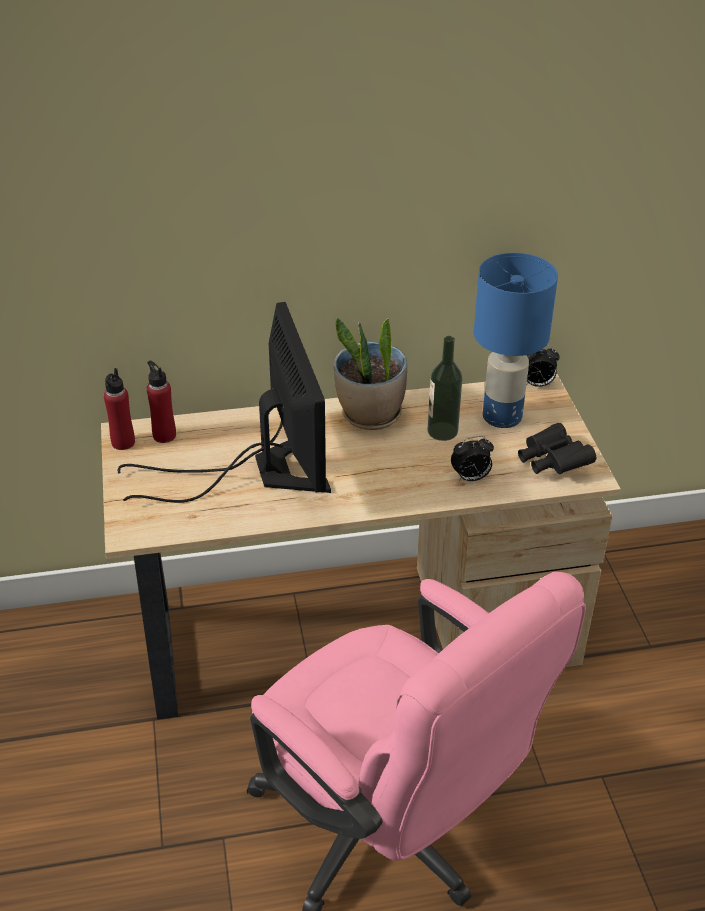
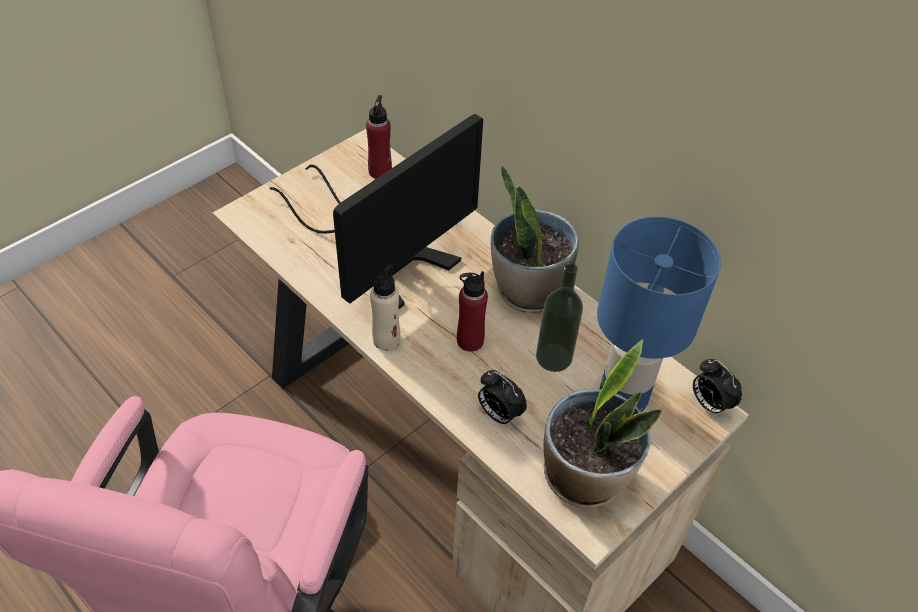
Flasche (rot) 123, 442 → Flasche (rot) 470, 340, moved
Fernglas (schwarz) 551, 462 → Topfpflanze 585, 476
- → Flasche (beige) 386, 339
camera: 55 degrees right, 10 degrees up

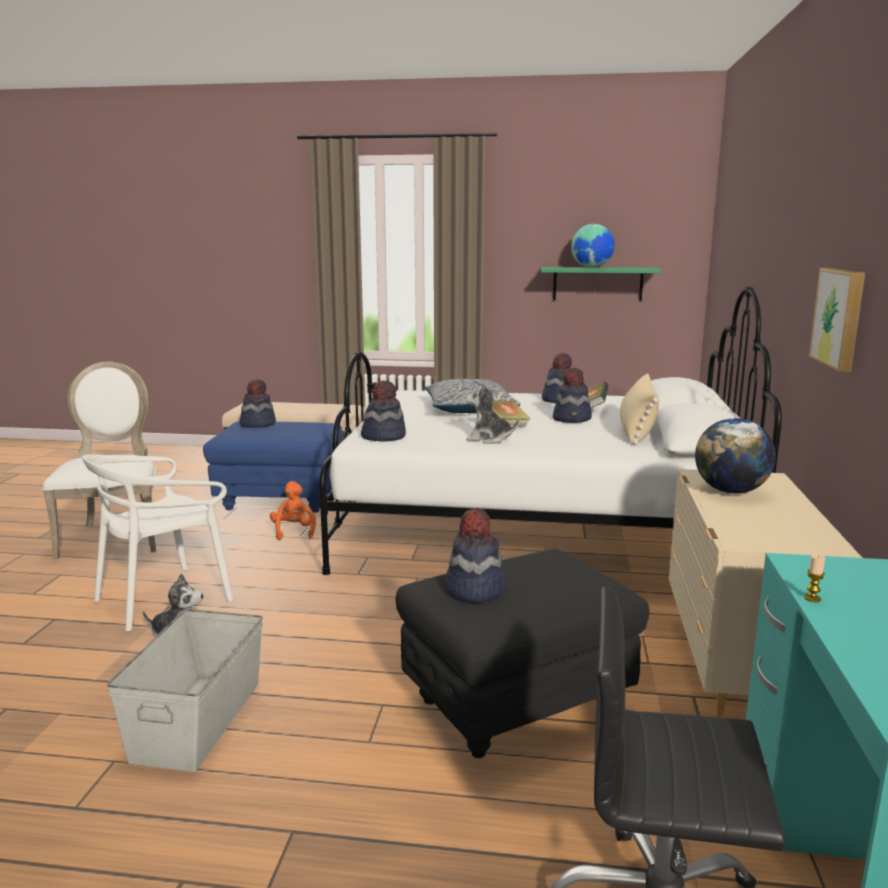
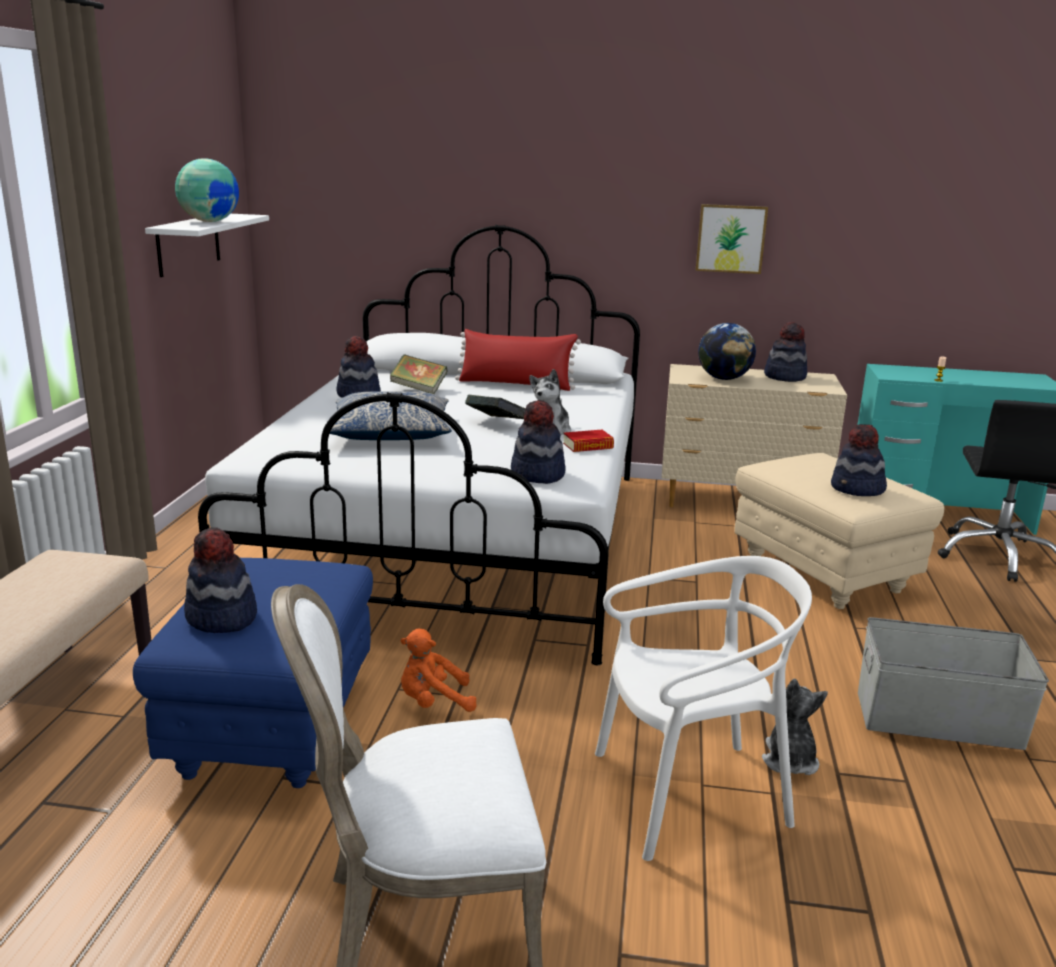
Wandregal (grün) 597, 283 → Wandregal (weiß) 188, 244
Hut 572, 419 → Hut 785, 377, moved
Kissen (beige) 637, 430 → Kissen (rot) 516, 384
Stuhl (weiß) 164, 598 → Stuhl (weiß) 689, 795, 60 degrees counterclockwise
Polsterhocker (schwarz) 517, 704 → Polsterhocker (beige) 821, 574
- → Buch 588, 446
camera: 90 degrees left, 5 degrees up

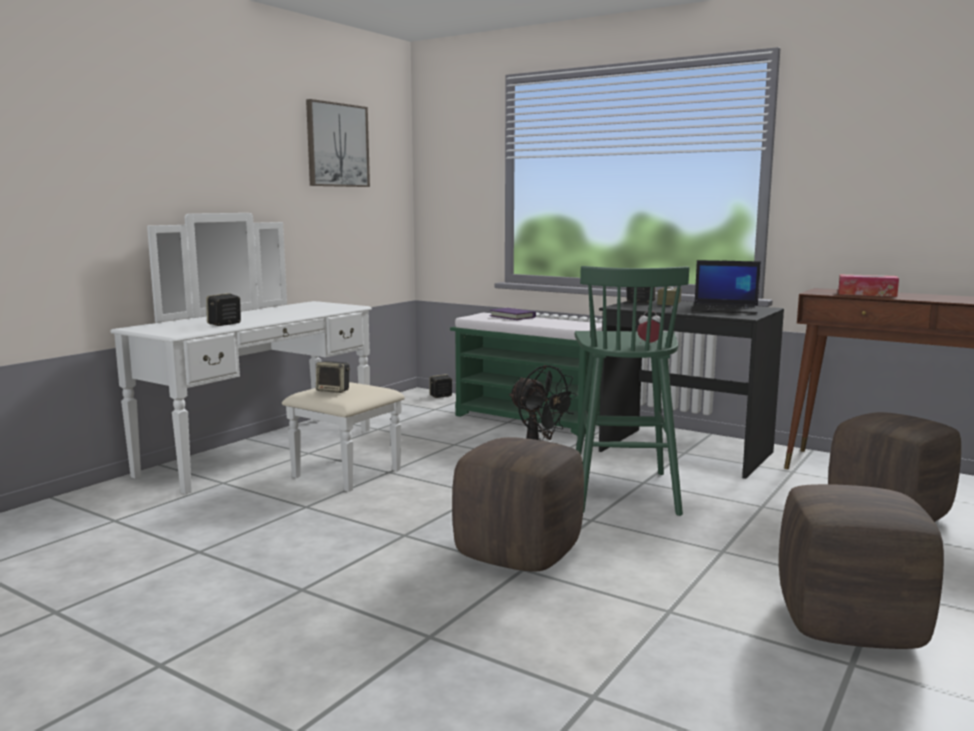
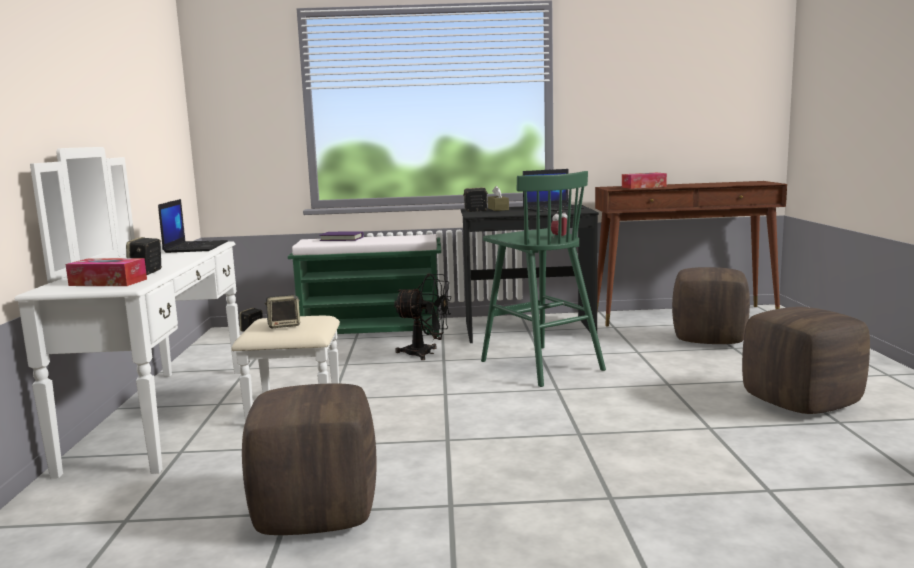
Bild 337, 145 → -
Polsterhocker (braun) 519, 554 → Polsterhocker (braun) 317, 513, moved
- → Laptop 195, 247
- → Taschentuchbox 108, 282
camera: 35 degrees left, 0 degrees up

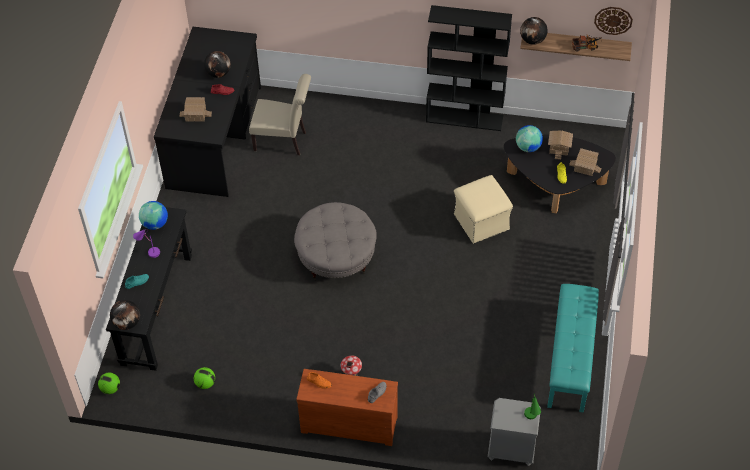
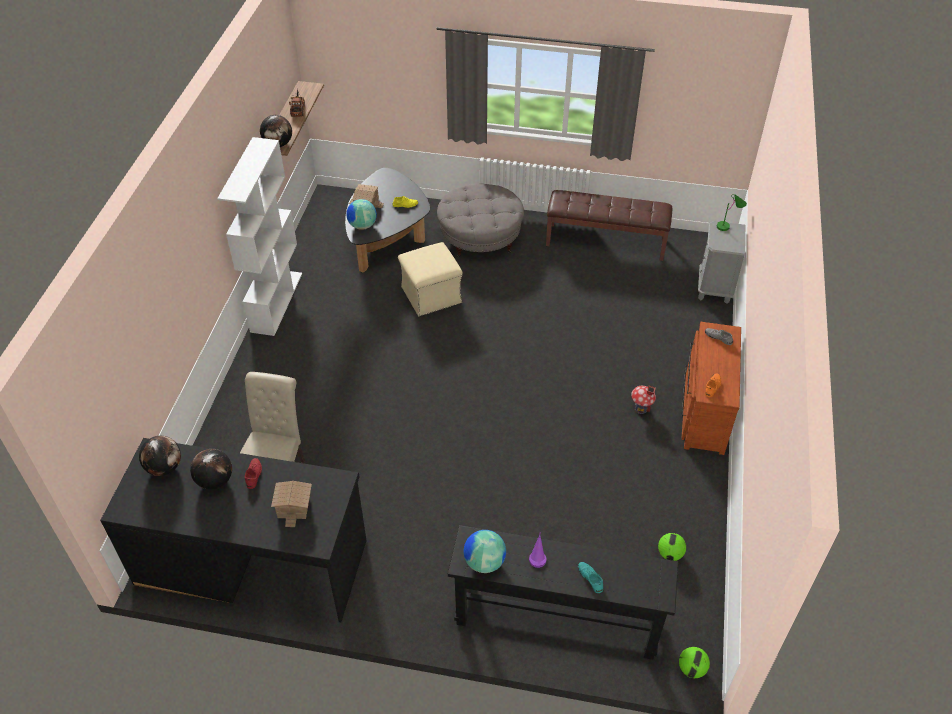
Bücherregal (schwarz) 465, 118 → Bücherregal (weiß) 276, 302
Wanduhr 613, 20 → -
Spielzeughaus 585, 166 → -
Polsterhocker (grau) 336, 256 → Polsterhocker (grau) 480, 237, moved
Bank (türkis) 571, 359 → Bank (braun) 606, 241
Globus 127, 323 → Globus 164, 467, moved
camera: 90 degrees left, 5 degrees down

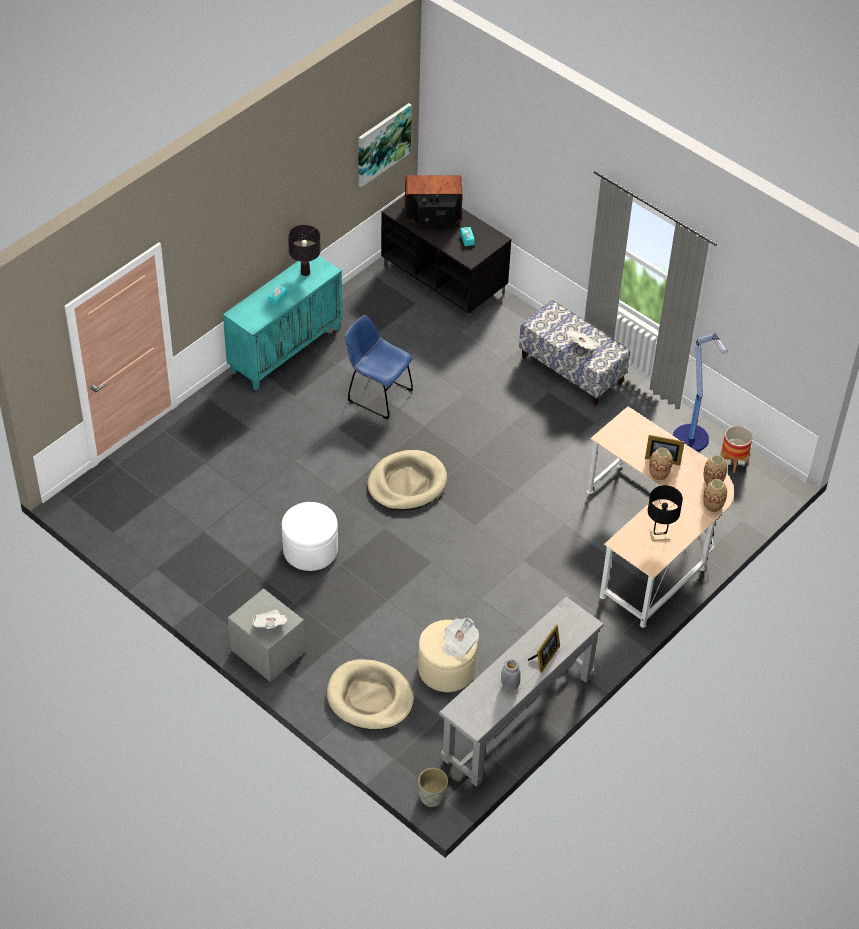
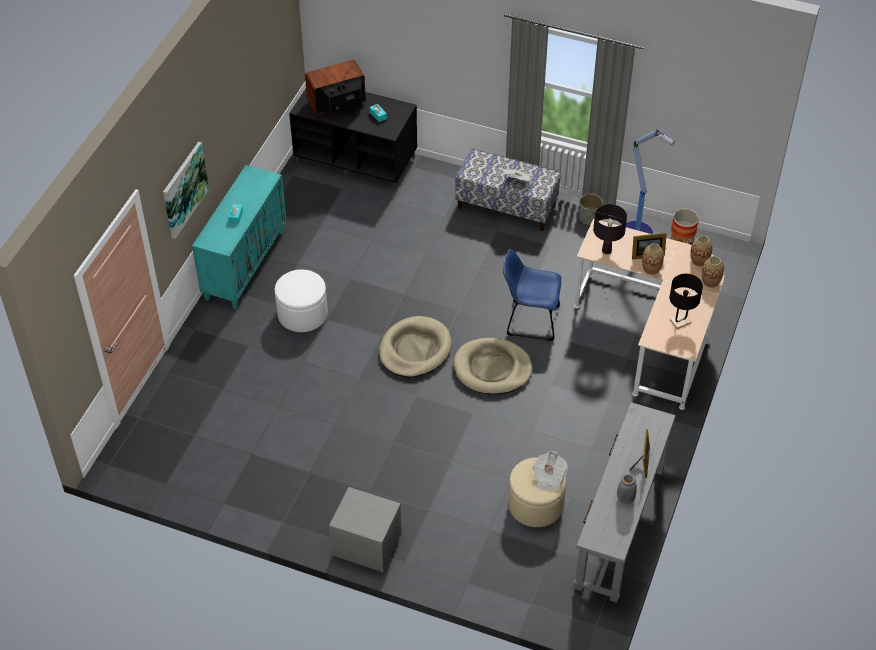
Bild 383, 144 → Bild 184, 189, moved
Tischlampe (schwarz) 305, 272 → Tischlampe (schwarz) 606, 251, moved
Stuhl (blau) 377, 394 → Stuhl (blau) 529, 320, moved
Polsterhocker (weiß) 310, 550 → Polsterhocker (weiß) 302, 314, moved
Zeitung 270, 625 → -
Hundebett (beige) 370, 698 → Hundebett (beige) 492, 369, moved
Pflanzkübel (grau) 432, 796 → Pflanzkübel (grau) 589, 218, moved
camera: 20 degrees left, 0 degrees up

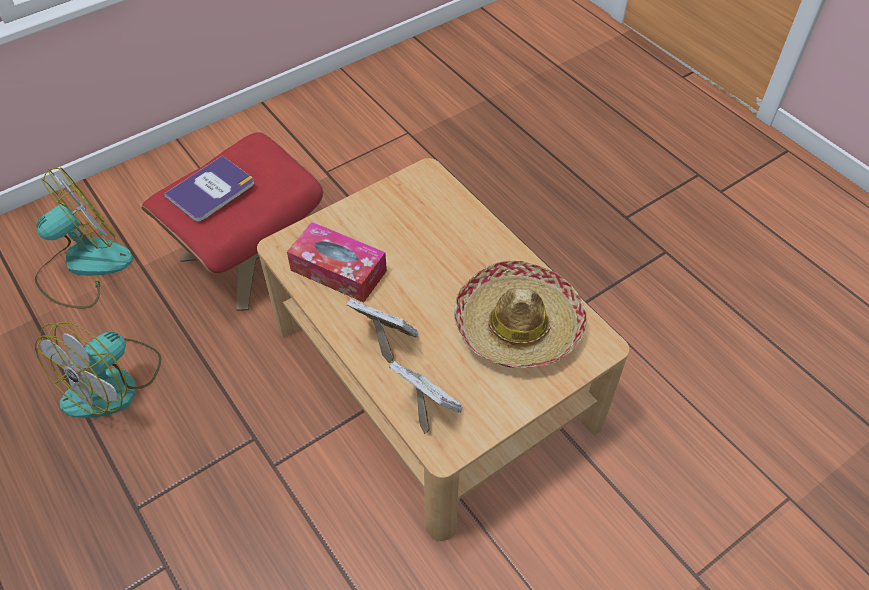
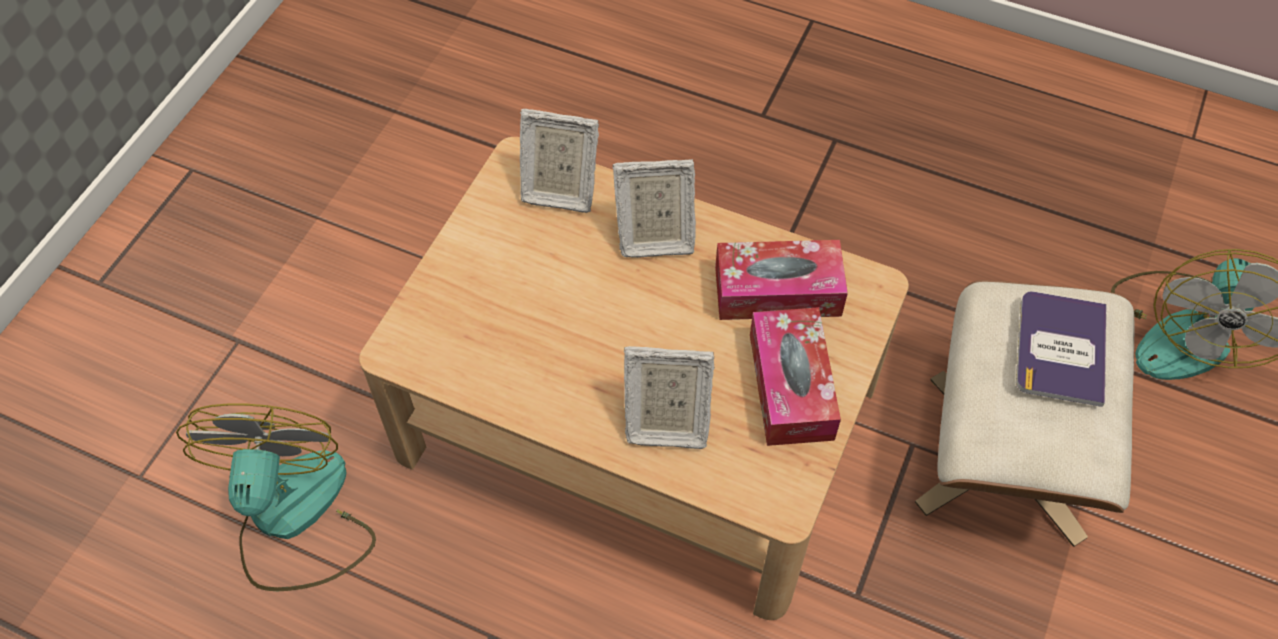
Polsterhocker (rot) 249, 255 → Polsterhocker (beige) 1006, 456
Hut 518, 325 → -
Ventilator 113, 383 → Ventilator 294, 518, moved
- → Taschentuchbox 791, 386
- → Bilderrahmen 665, 422
camera: 150 degrees right, 5 degrees up

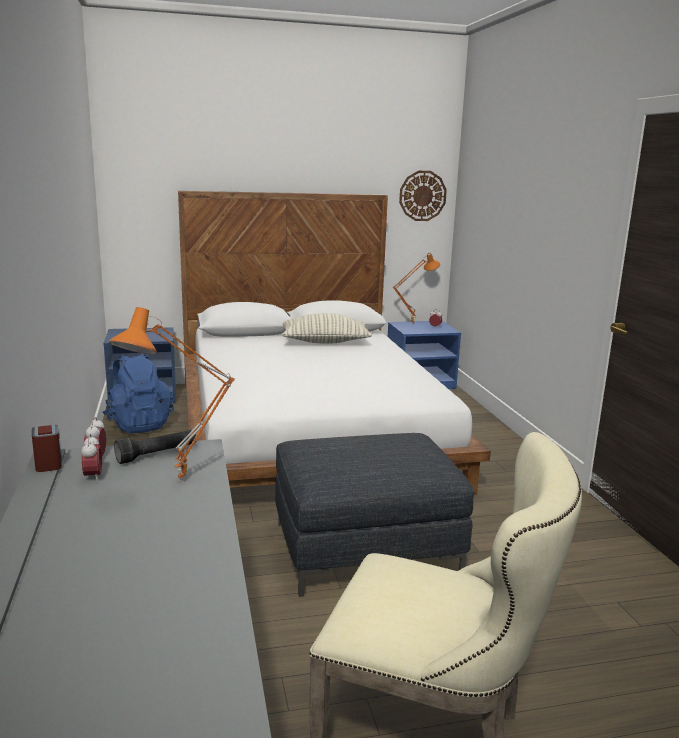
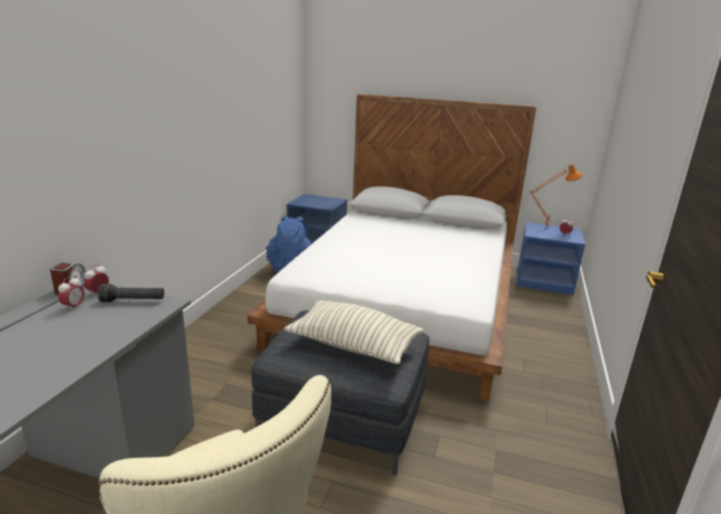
Wanduhr 422, 196 → -
Tischlampe (orange) 183, 483 → -
Kissen 325, 342 → Kissen 353, 345, moved
camera: 30 degrees right, 5 degrees up

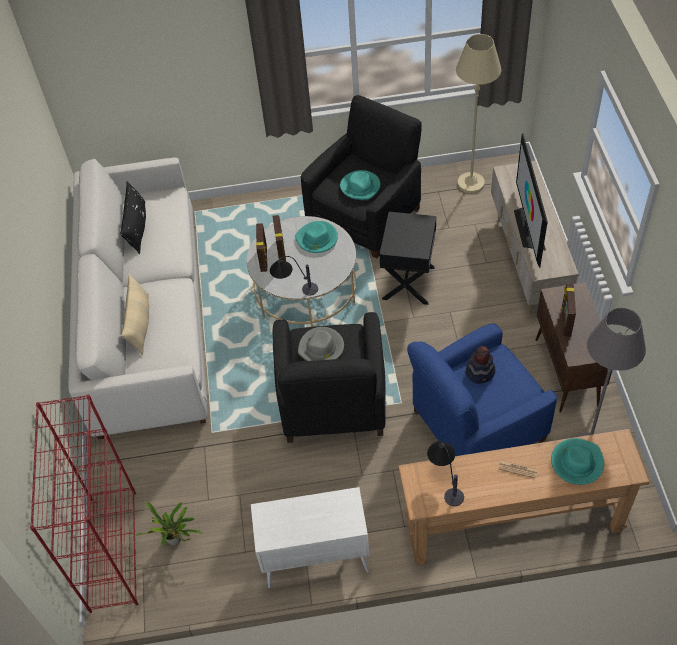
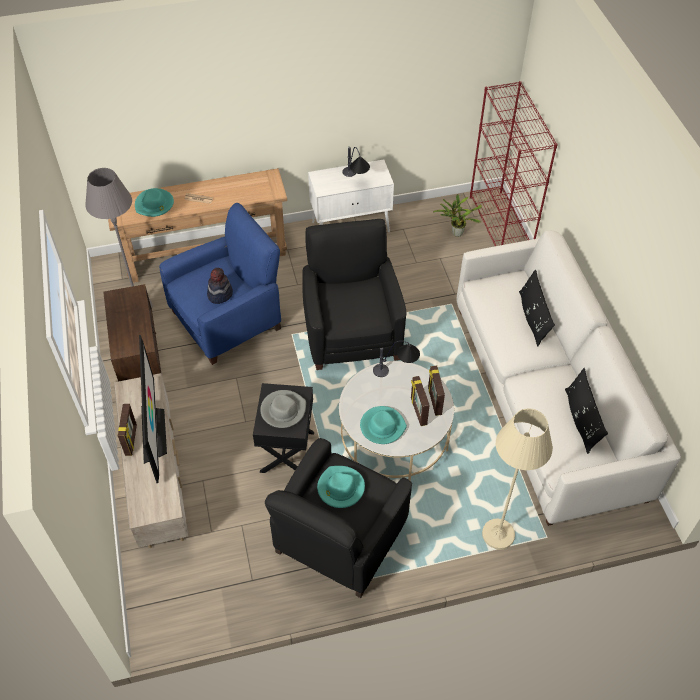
Stehlampe (beige) 470, 183 → Stehlampe (beige) 498, 534, moved
Kissen (beige) 140, 324 → Kissen (schwarz) 533, 318
Bilderrahmen 565, 322 → Bilderrahmen 131, 440, moved
Hut (grau) 321, 348 → Hut (grau) 283, 410, moved
Tischlampe 445, 480 → Tischlampe 355, 180, moved
camera: 170 degrees right, 0 degrees up

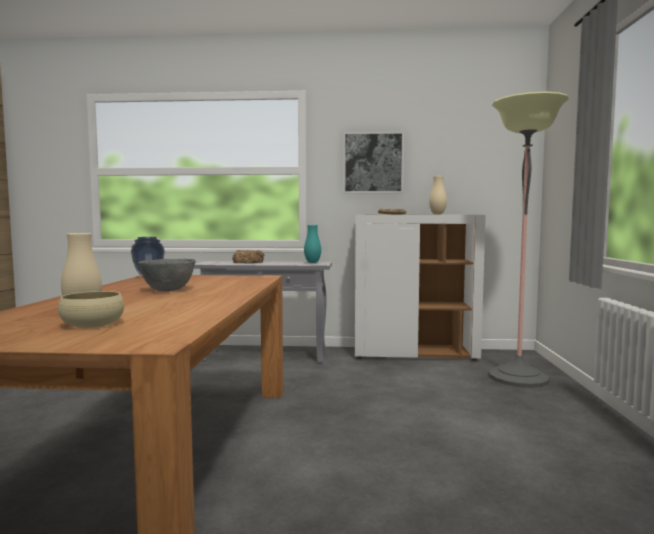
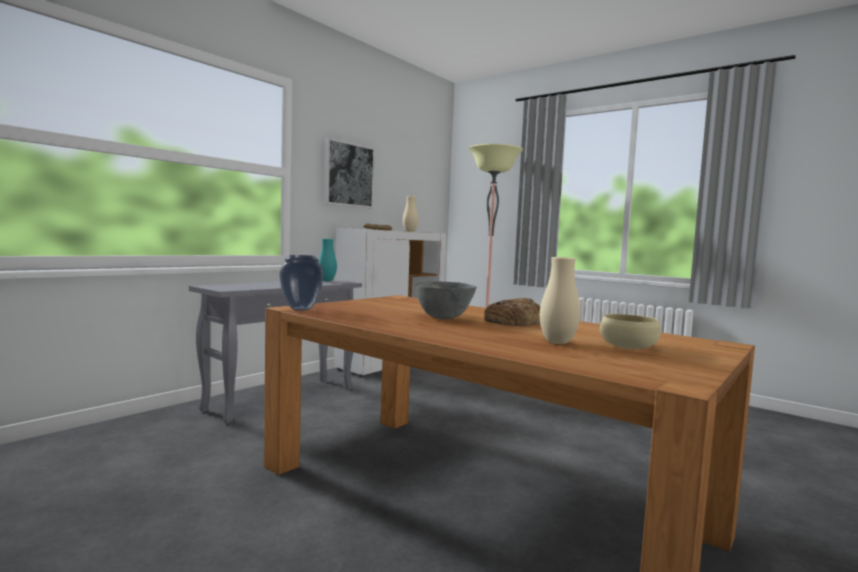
Brot 248, 262 → Brot 514, 321, moved
camera: 55 degrees left, 0 degrees up

